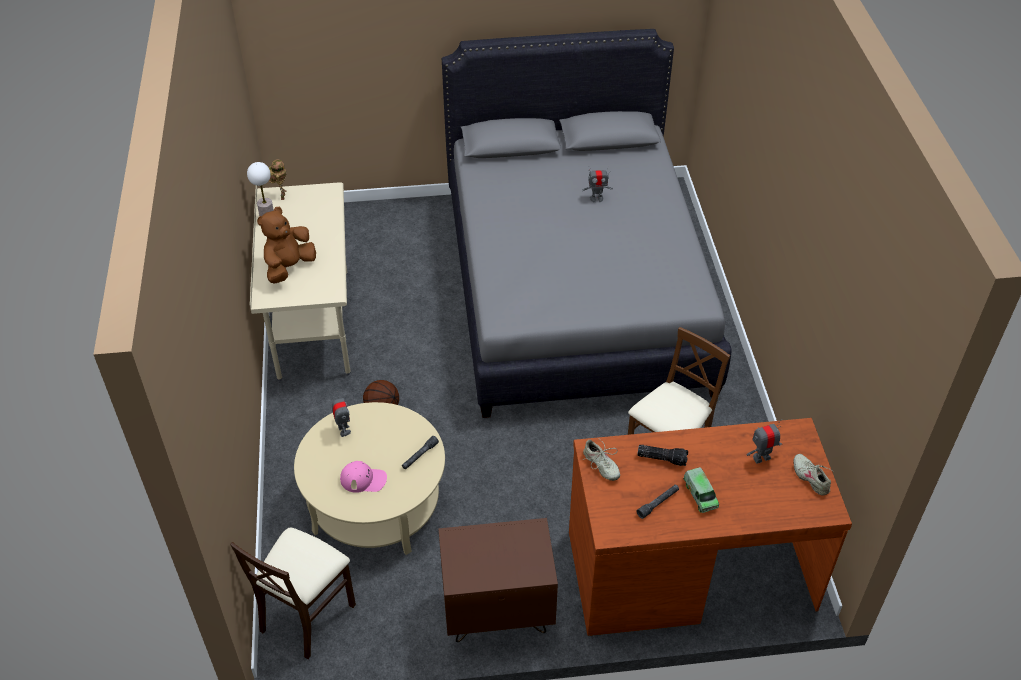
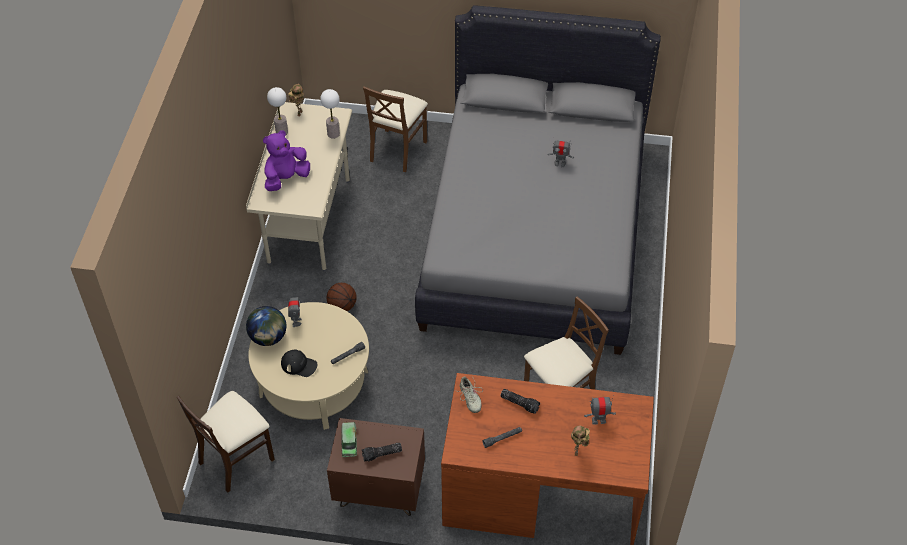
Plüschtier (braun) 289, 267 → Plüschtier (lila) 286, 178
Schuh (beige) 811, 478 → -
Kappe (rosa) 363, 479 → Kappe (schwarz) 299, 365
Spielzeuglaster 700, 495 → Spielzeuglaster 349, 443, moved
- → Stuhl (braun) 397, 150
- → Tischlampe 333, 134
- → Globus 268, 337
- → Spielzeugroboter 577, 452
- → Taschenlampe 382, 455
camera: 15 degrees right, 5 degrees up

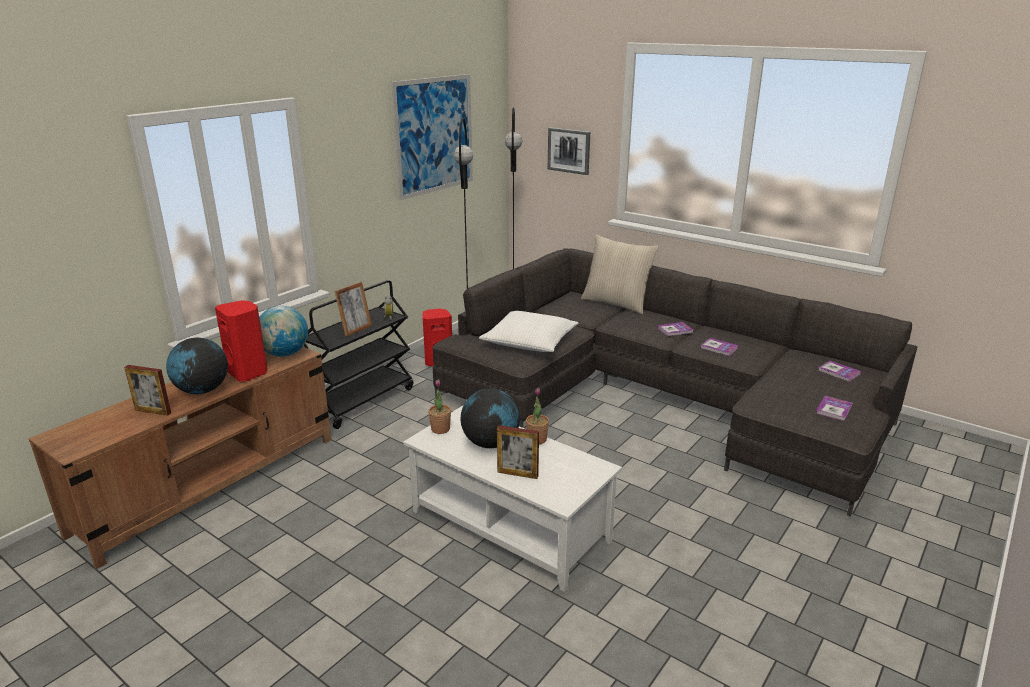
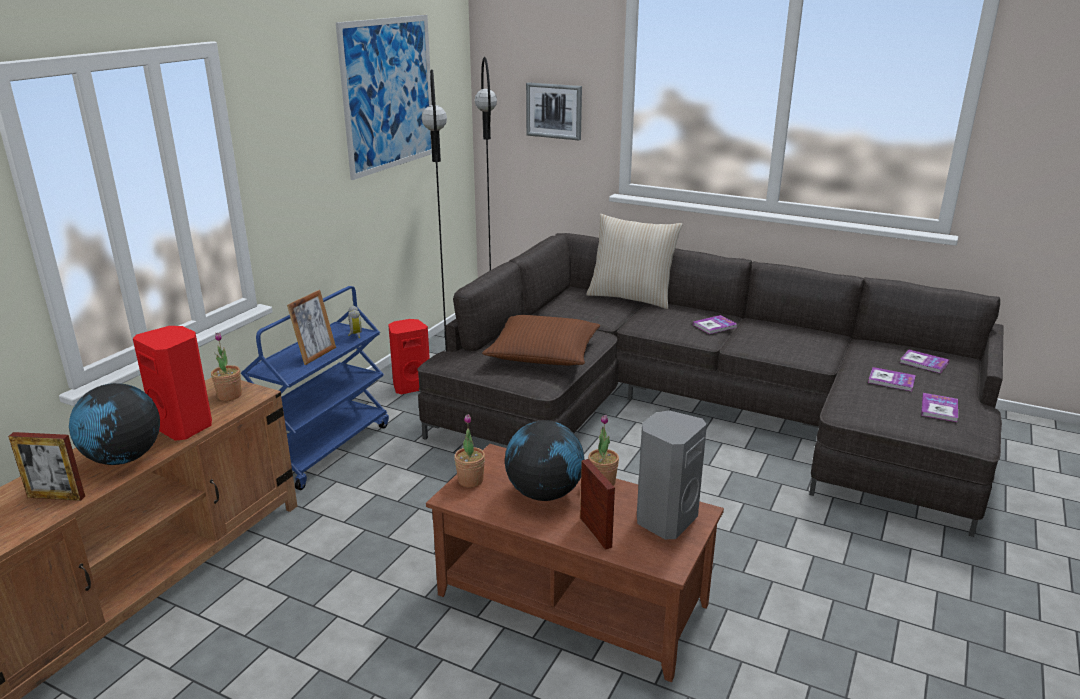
Rollwagen (schwarz) 362, 401 → Rollwagen (blau) 325, 448
Globus 285, 354 → Topfpflanze 229, 395
Kissen (weiß) 529, 341 → Kissen (braun) 543, 353
Buch 719, 348 → Buch 891, 380, moved
Couchtisch (weiß) 511, 525 → Couchtisch (braun) 573, 598
Bilderrahmen 517, 474 → Bilderrahmen 595, 532, 120 degrees counterclockwise
- → Lautsprecher (grau) 664, 520
camera: 10 degrees left, 0 degrees up

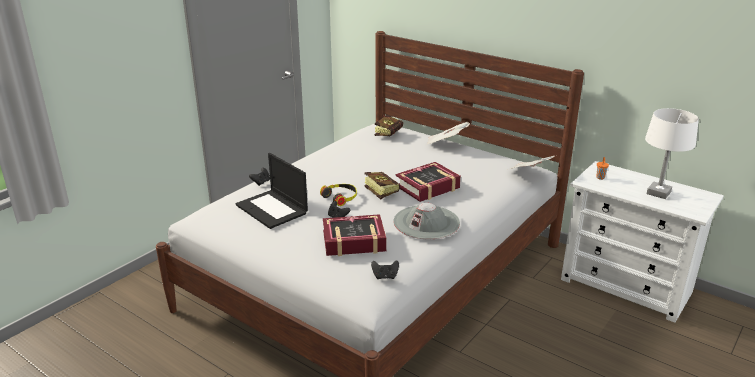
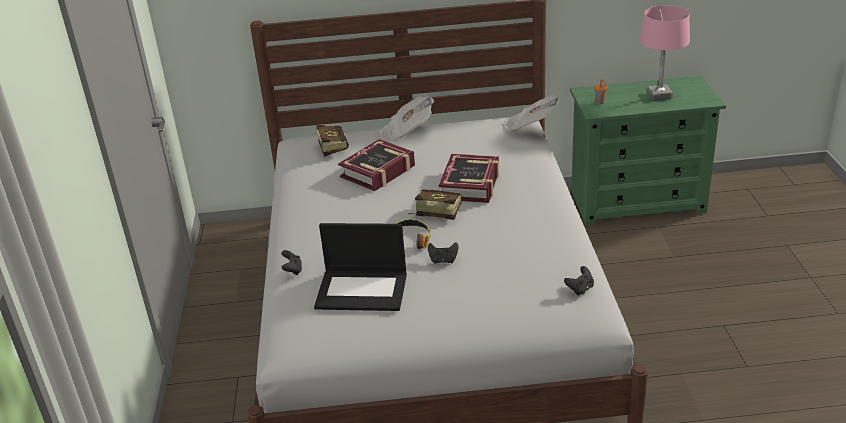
Tischlampe (weiß) 658, 193 → Tischlampe (rosa) 659, 95
Kommode (weiß) 626, 286 → Kommode (grün) 638, 202
Hut (grau) 426, 222 → -
Buch 354, 241 → Buch 378, 172, moved
camera: 40 degrees left, 5 degrees up

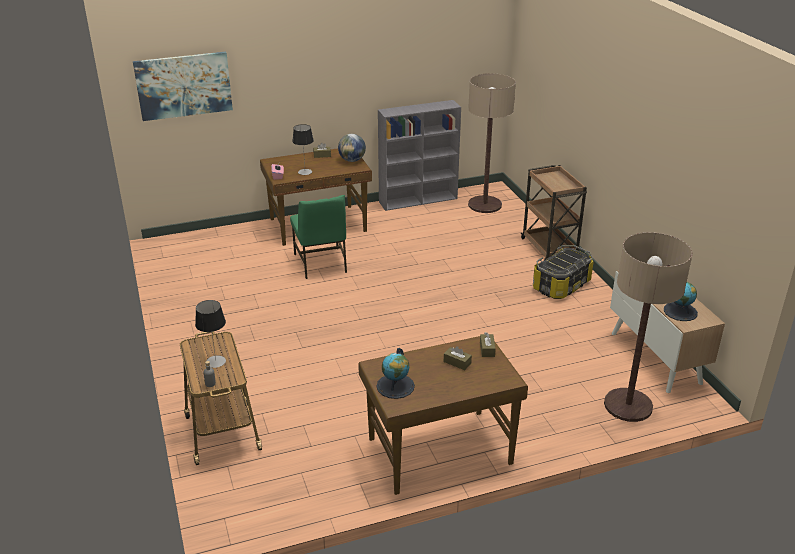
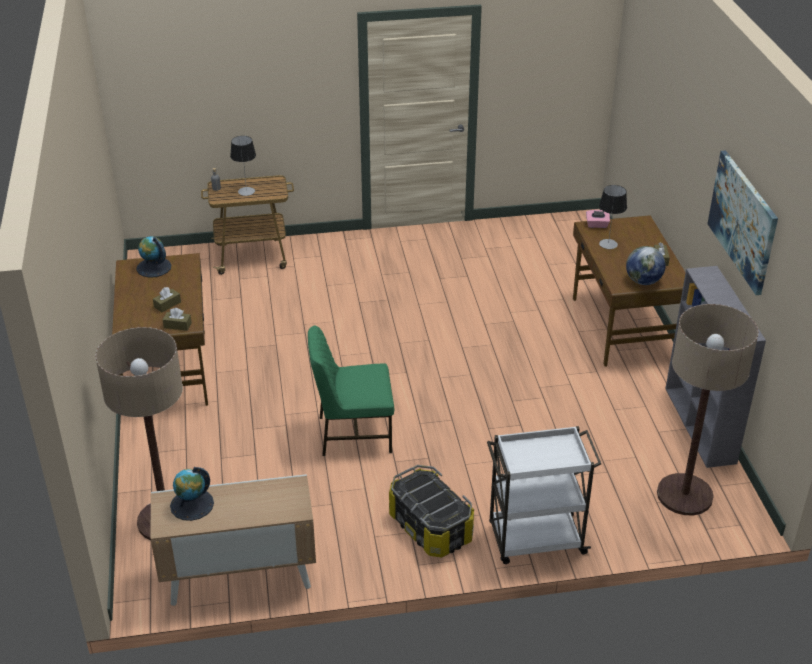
Bild 183, 85 → Bild 743, 221, moved
Rollwagen (braun) 549, 249 → Rollwagen (weiß) 535, 539
Stuhl (grün) 321, 263 → Stuhl (grün) 353, 433, moved
camera: 100 degrees right, 5 degrees up

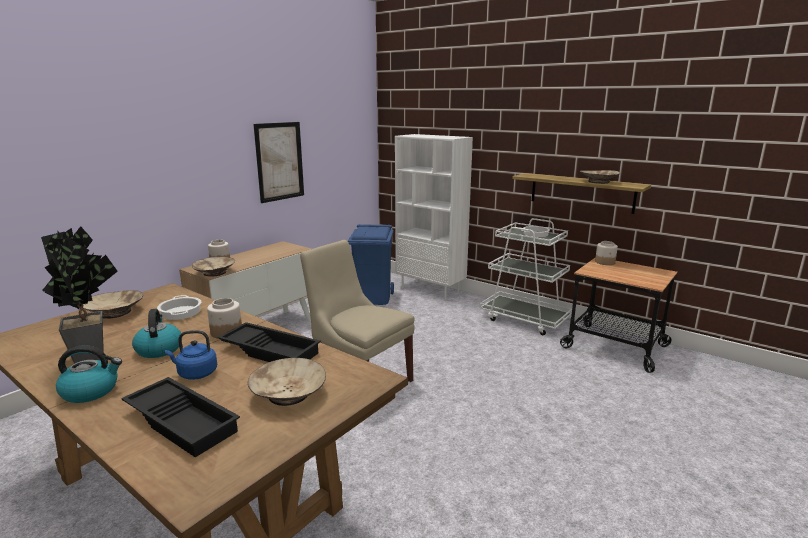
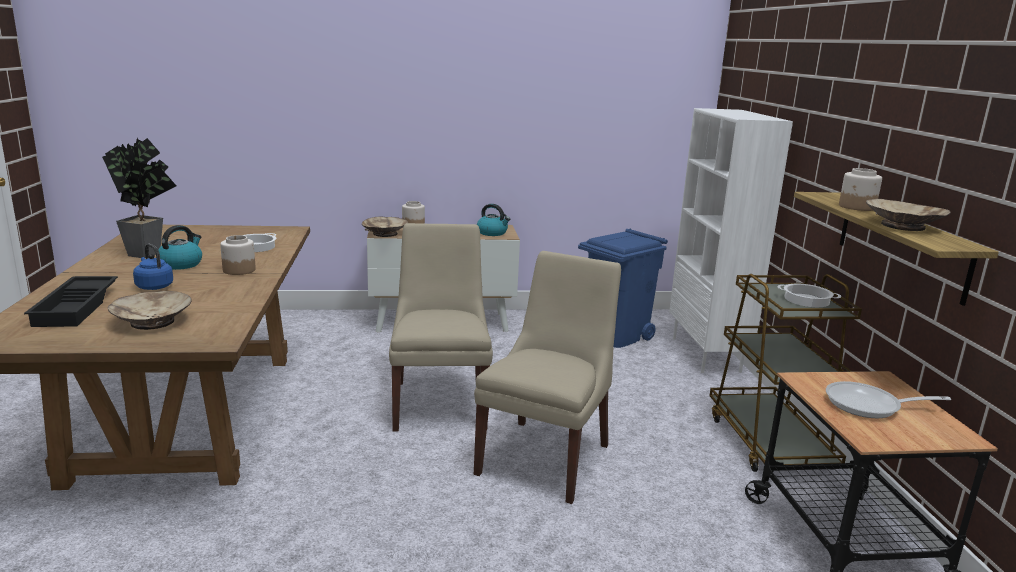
Bild 279, 161 → -
Rollwagen (weiß) 524, 319 → Rollwagen (braun) 768, 442
Vorratsglas 605, 262 → Vorratsglas 857, 207, moved
Schüssel (beige) 115, 312 → -
Tablett (schwarz) 271, 350 → -
Wasserkessel 91, 391 → Wasserkessel 492, 233, moved
- → Stuhl (beige) 546, 457
- → Pfanne 869, 405
camera: 45 degrees right, 0 degrees up

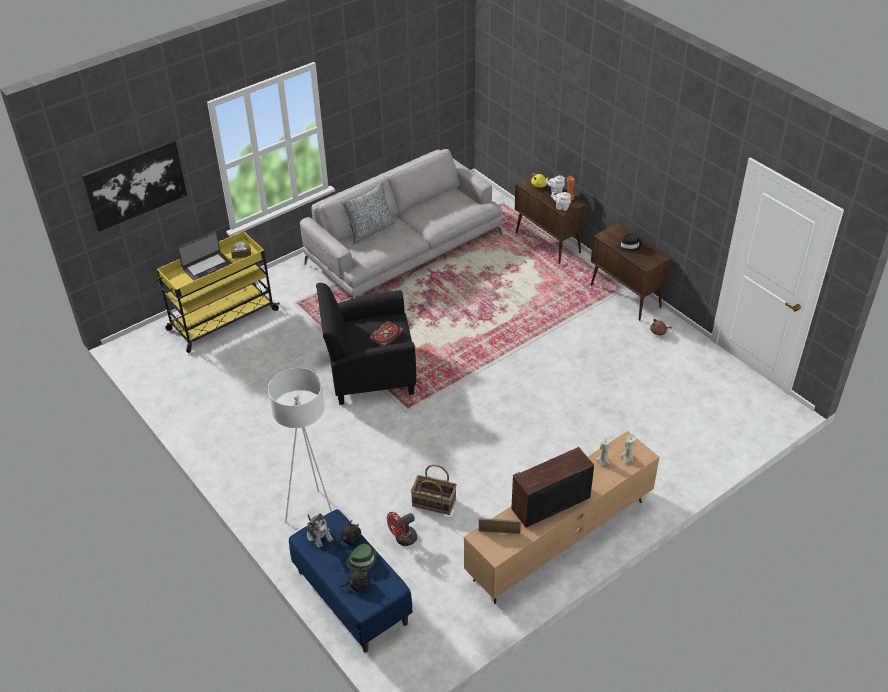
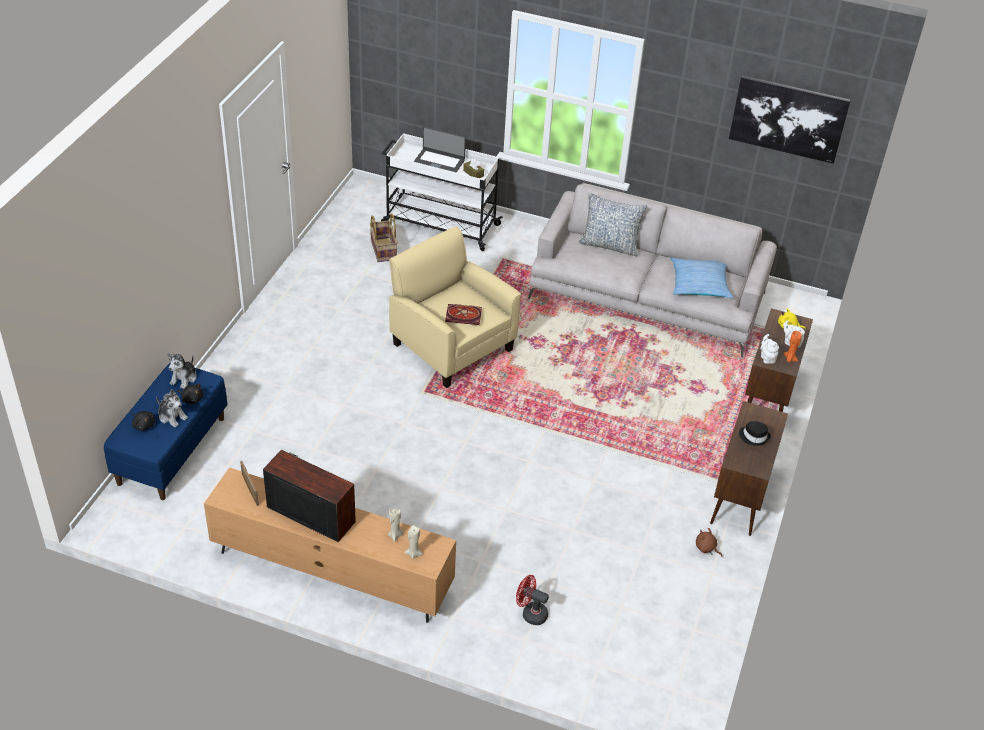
Bild 135, 184 → Bild 788, 118, moved
Rollwagen (gelb) 221, 320 → Rollwagen (weiß) 439, 224
Sessel (schwarz) 370, 372 → Sessel (beige) 451, 346
Stehlampe (weiß) 313, 513 → -
Korb 433, 503 → Korb 383, 250, moved
Ventilator (rot) 403, 539 → Ventilator (rot) 530, 613, moved
Hut (grün) 361, 560 → Plüschtier 172, 416
- → Kissen 699, 284
camera: 55 degrees right, 0 degrees up

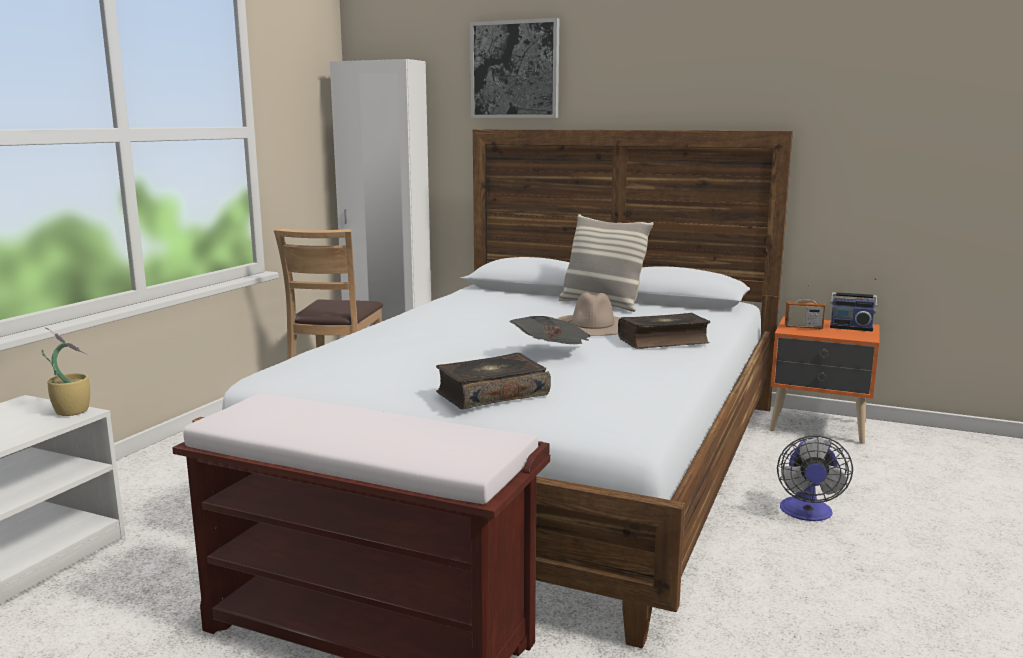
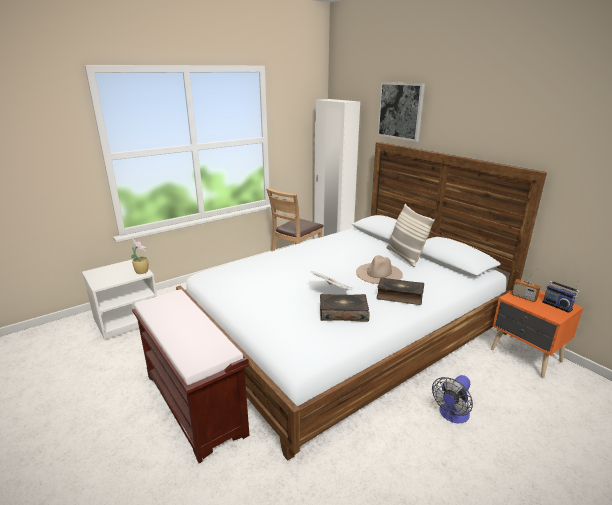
Buch 491, 394 → Buch 343, 313, moved
camera: 30 degrees right, 10 degrees up

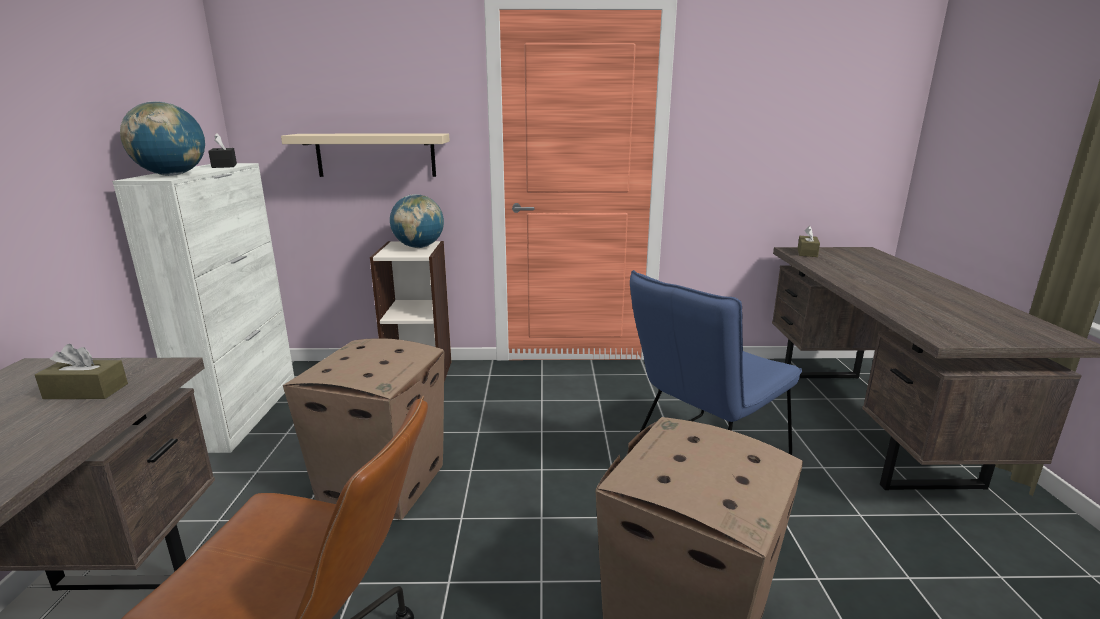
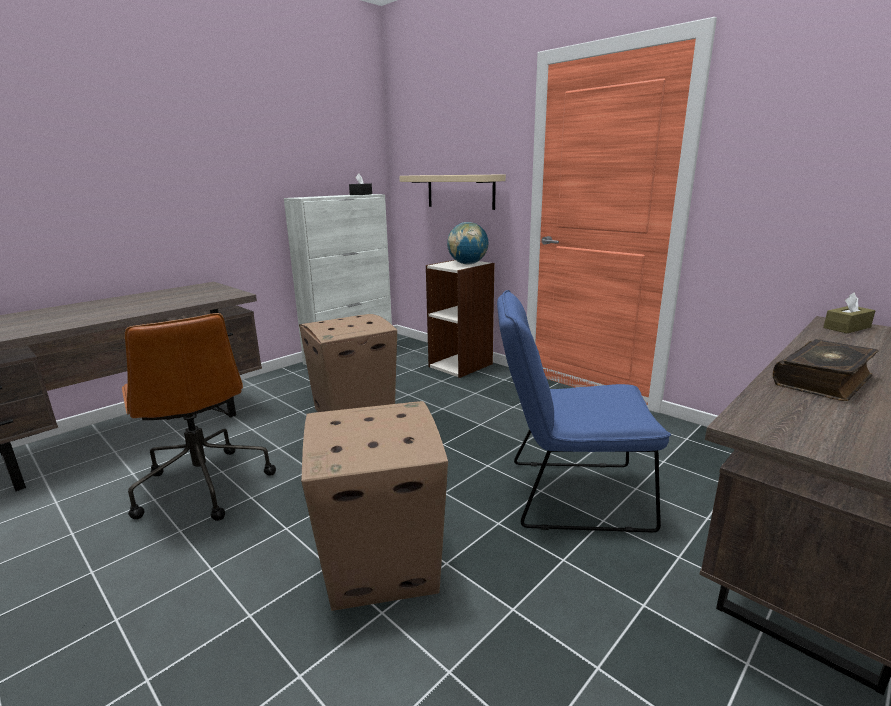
Globus 172, 175 → -
Taschentuchbox (braun) 86, 391 → -
- → Buch 824, 380
camera: 45 degrees right, 0 degrees up

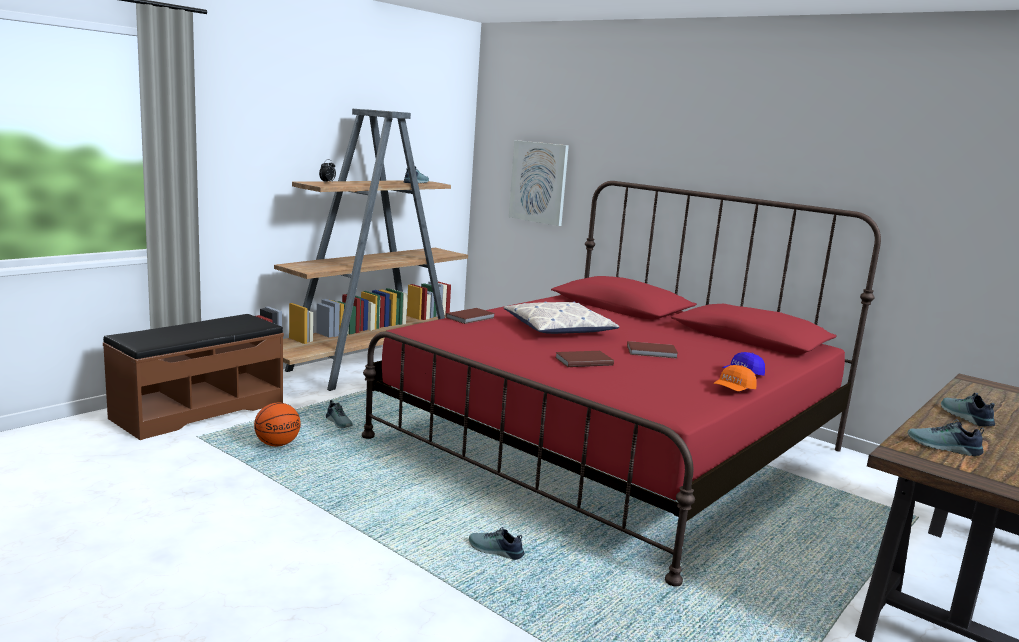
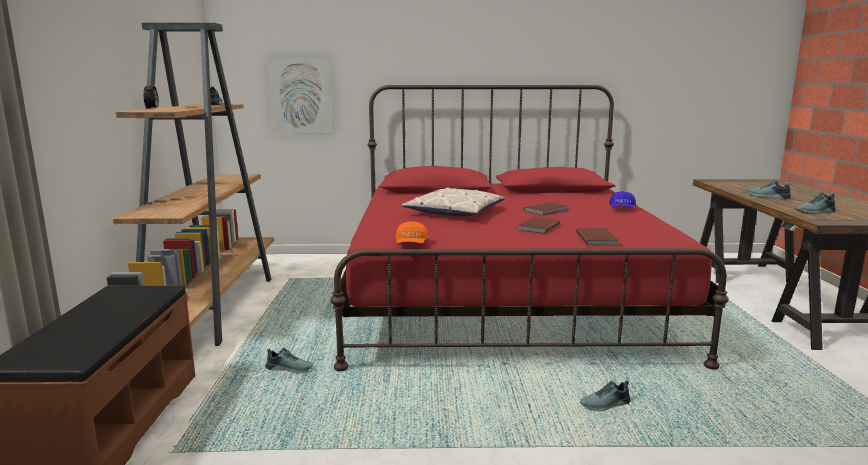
Buch (braun) 471, 318 → Buch (braun) 597, 239, moved
Kappe (orange) 733, 390 → Kappe (orange) 411, 244, moved
Basketball 278, 444 → -
camera: 40 degrees left, 0 degrees up

